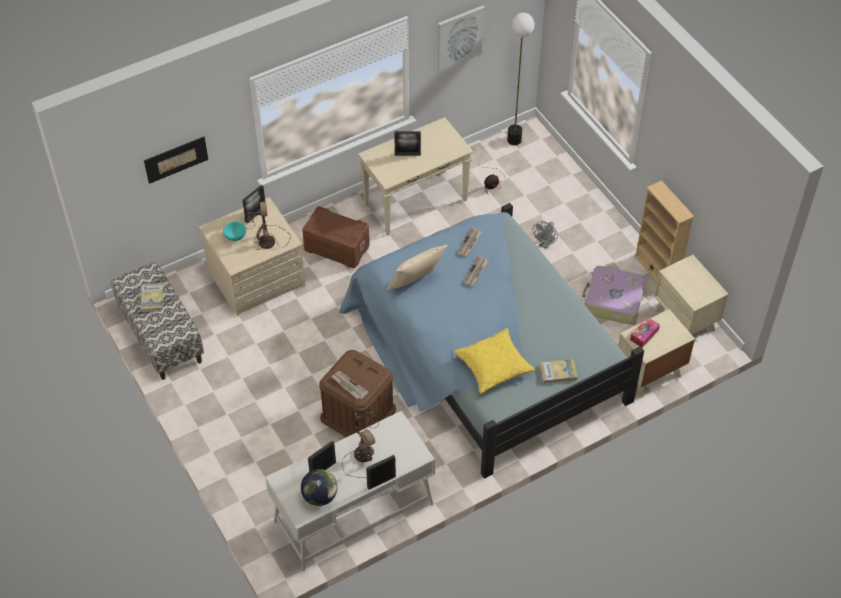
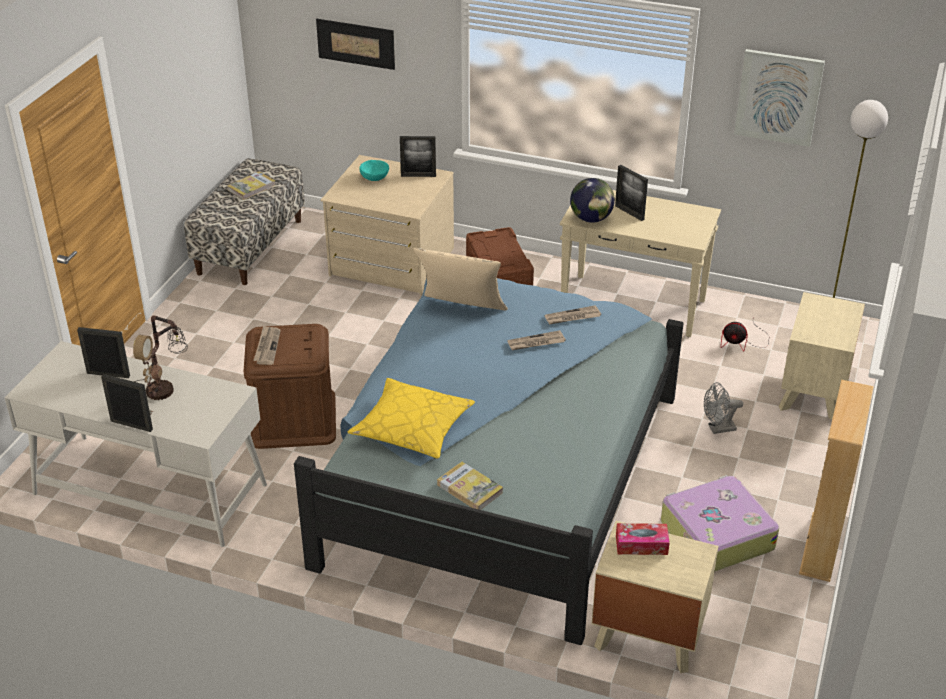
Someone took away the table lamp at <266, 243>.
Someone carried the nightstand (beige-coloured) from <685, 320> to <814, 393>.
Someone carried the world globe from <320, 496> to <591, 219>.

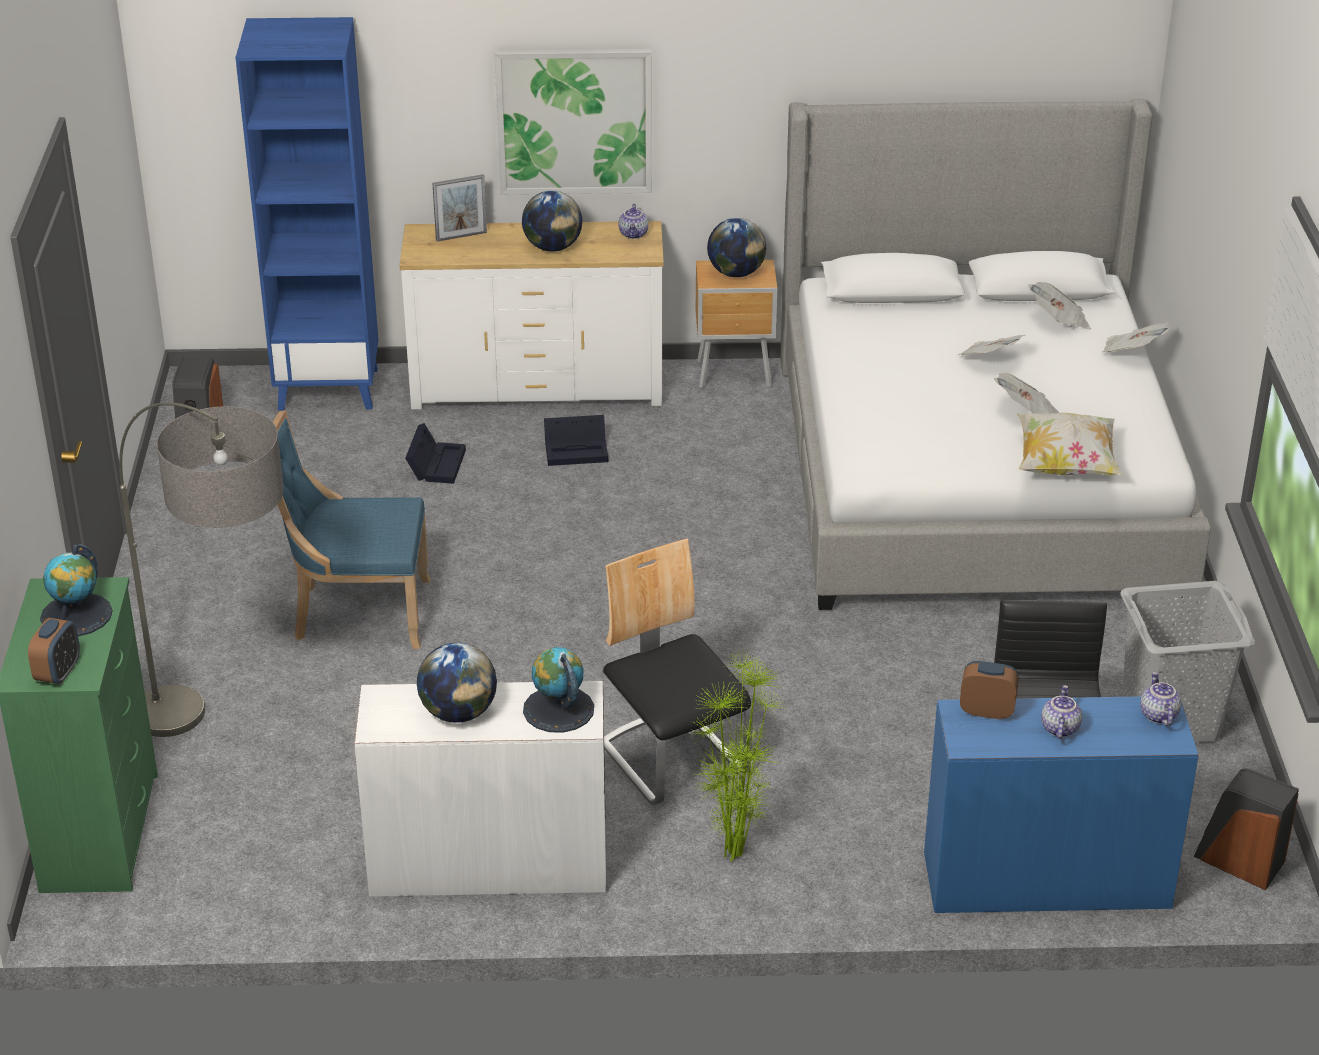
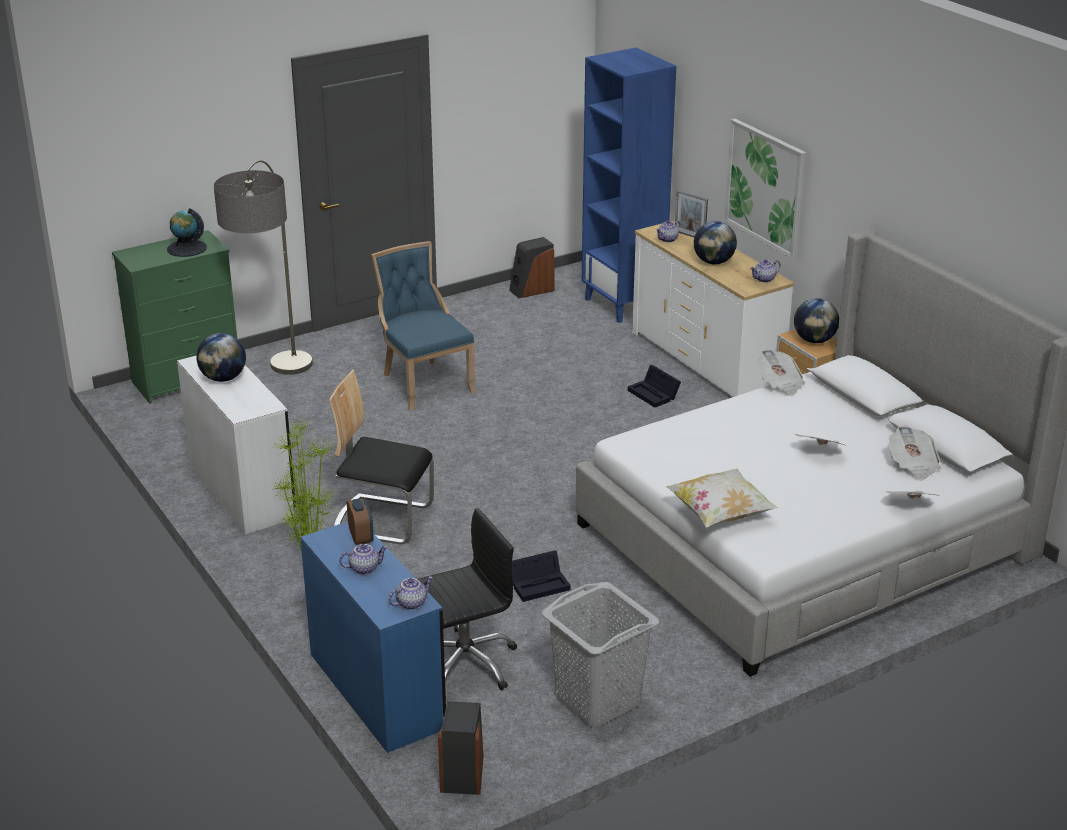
Someone carried the newspaper from <1027, 412> to <779, 384>.
Someone carried the storage bin (blackish) from <436, 463> to <540, 584>.
Someone rotated the chair at <673, 758> by 105 degrees counterclockwise.
Someone took away the alarm clock at <58, 673>.
Someone took away the world globe at <558, 709>.
Someone put down the tea pot at <668, 240>.

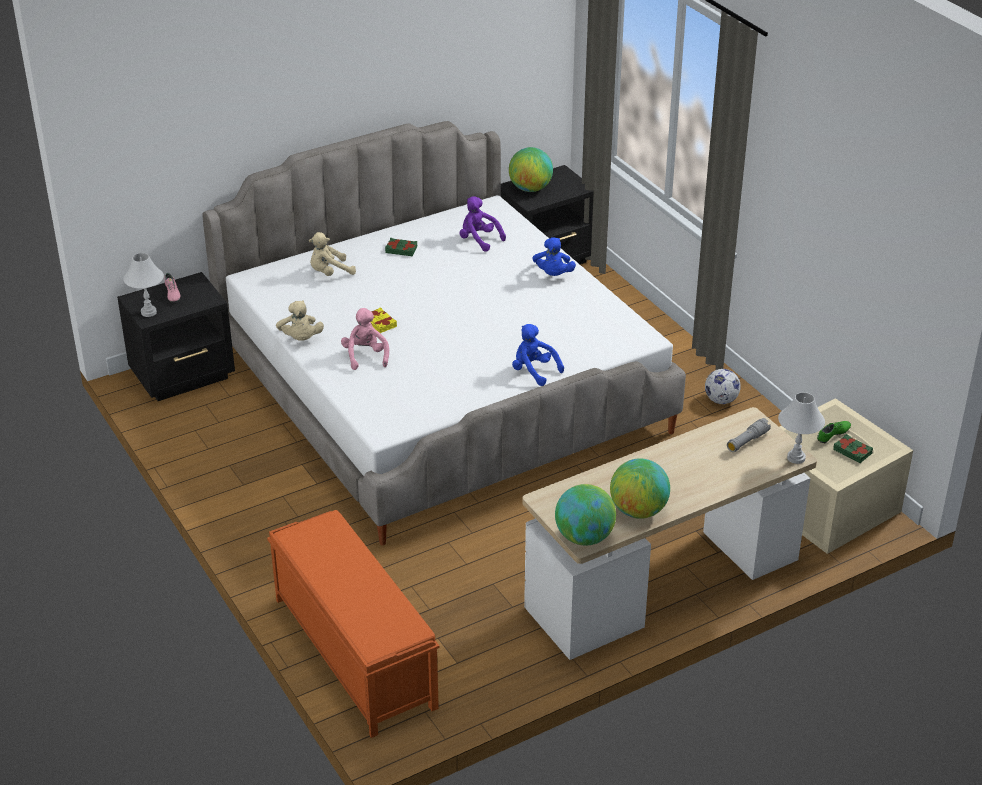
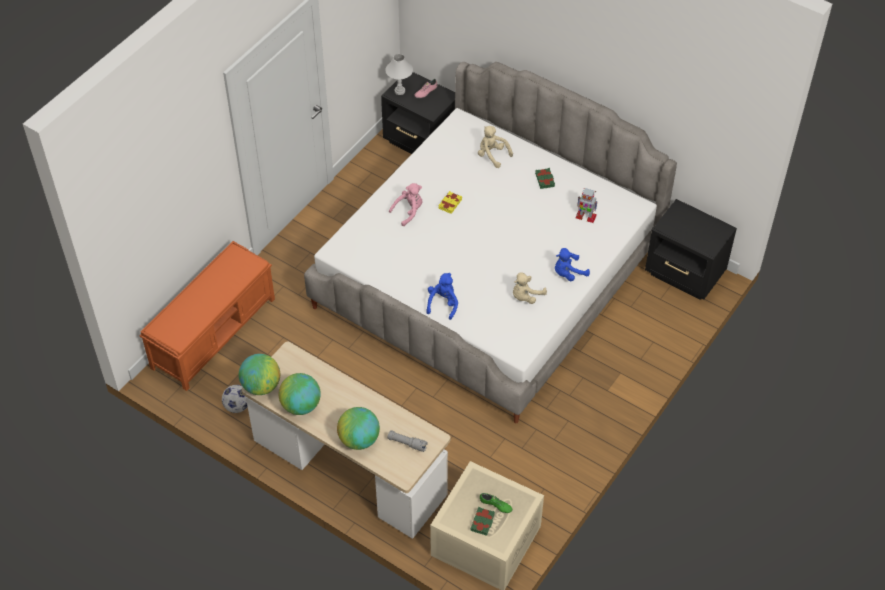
Someone carried the world globe from <530, 189> to <359, 439>.
Someone swapped the plush toy (purple) at <479, 240> for the robot figure at <585, 216>.
Someone carried the plush toy (beige-coloured) from <300, 339> to <526, 296>.
Someone carried the football from <721, 400> to <237, 406>.
Someone took away the table lamp (white) at <796, 457>.

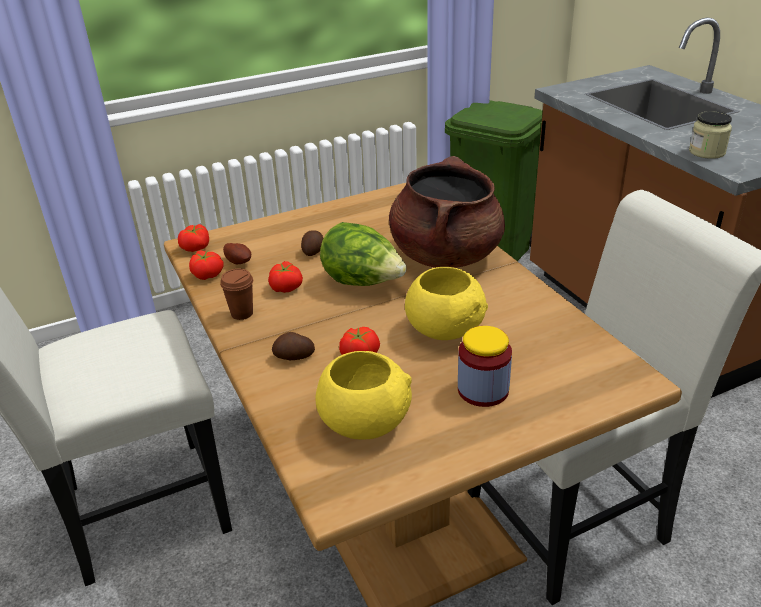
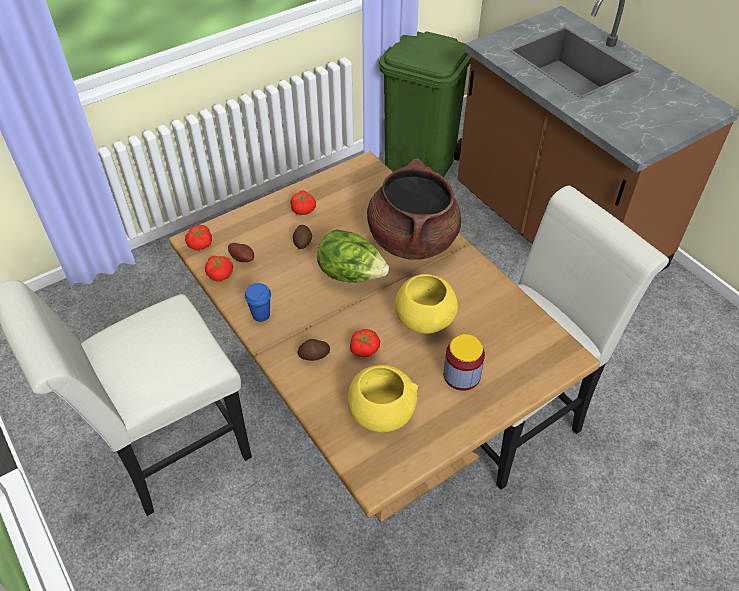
Someone took away the preserve jar at <707, 152>.
Someone carried the tomato from <287, 287> to <303, 209>.
Someone repainted the drinking cup (brown) at <242, 313>, which became the drinking cup (blue-coloured) at <261, 315>.

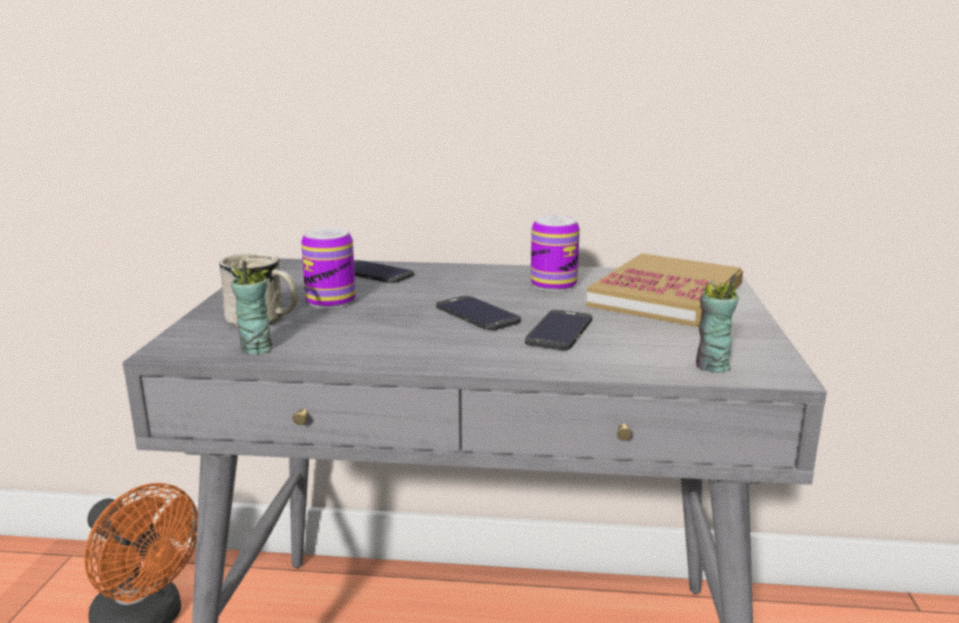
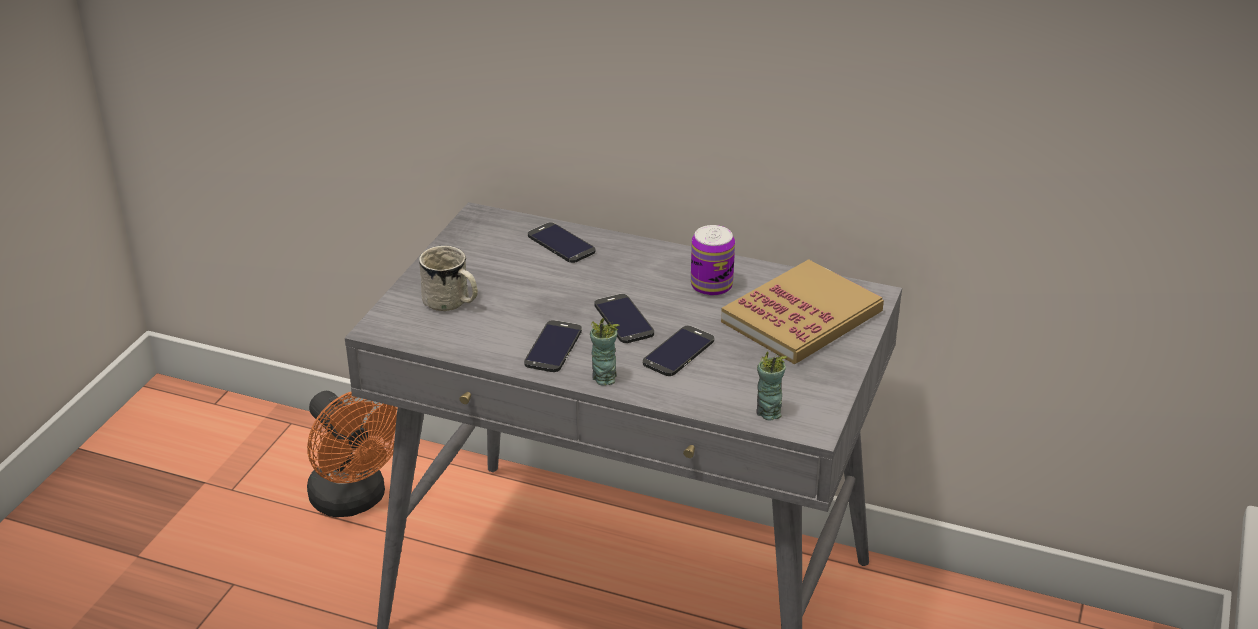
Someone took away the sealed can at <331, 301>.
Someone carried the drinking cup from <255, 349> to <604, 378>.
Someone put down the handset at <553, 347>.

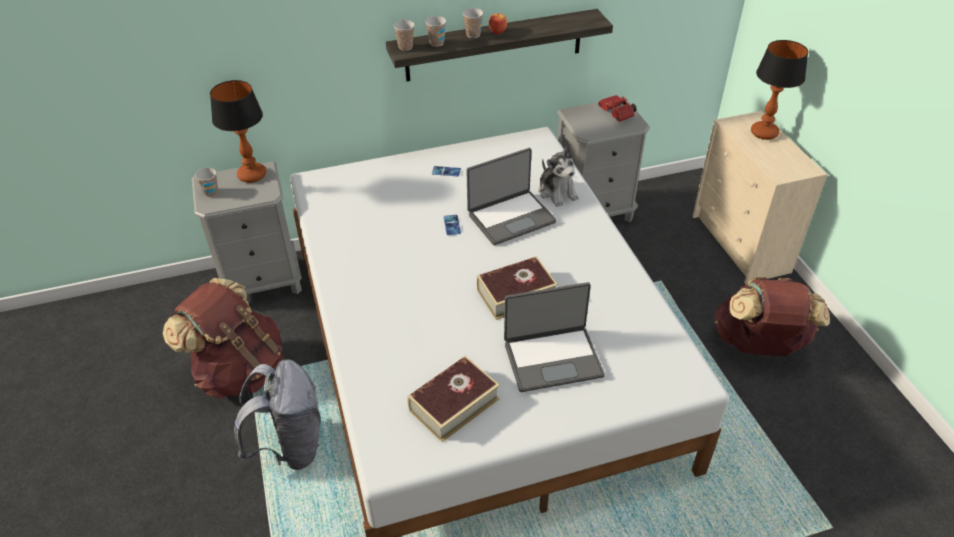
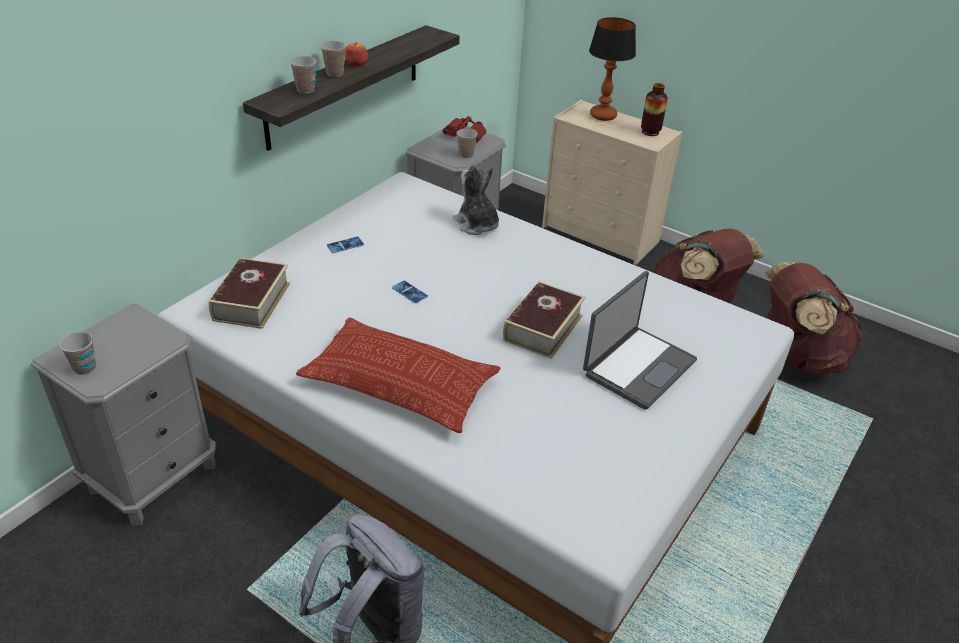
Someone carried the drinking cup from <405, 47> to <466, 155>.
Someone took away the table lamp at <251, 175>.
Someone rotated the plush toy at <557, 192> by 150 degrees counterclockwise.
Someone took away the notebook computer at <510, 217>.
Someone carried the rucksack (brown) from <239, 371> to <797, 356>.
Someone carried the bound book from <454, 404> to <252, 301>.
Someone put down the flower vase at <650, 132>.
Someone put down the cushion at <400, 383>.

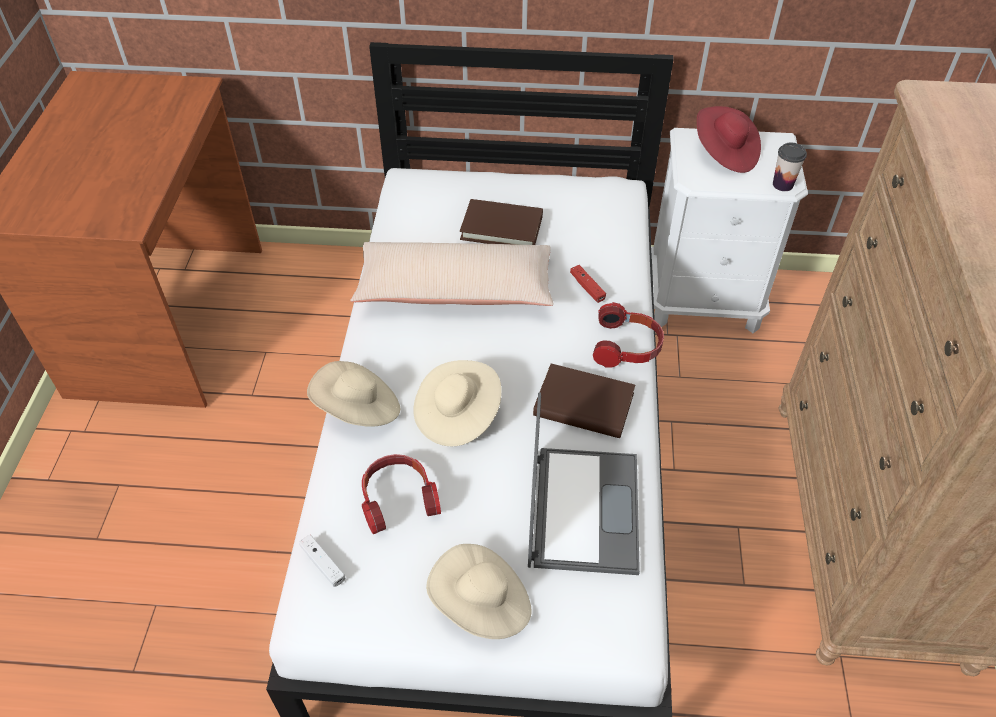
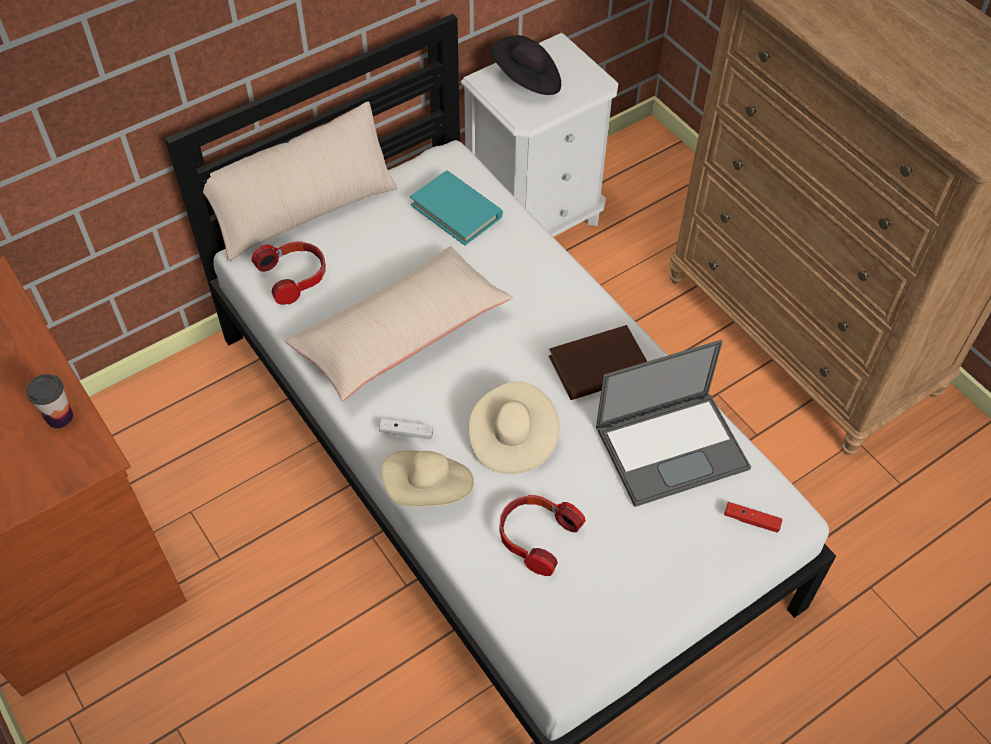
Someone repainted the wearable hat (reddish) at <724, 154>, which became the wearable hat (blackish) at <527, 81>.
Someone carried the drinking cup from <782, 184> to <59, 417>.
Someone took away the bound book (brown) at <501, 228>.
Someone carried the joypad (reddish) from <587, 287> to <751, 520>.
Someone carried the pair of headphones from <627, 346> to <294, 276>.
Someone rotated the notebook computer at <583, 508> by 105 degrees clockwise.
Someone carried the joypad (white) from <323, 564> to <406, 432>.
Someone took away the wearable hat (beige-coloured) at <482, 605>.
Someone put down the cushion (beige-coloured) at <304, 210>.
Someone put down the bound book (turquoise-coloured) at <456, 211>.

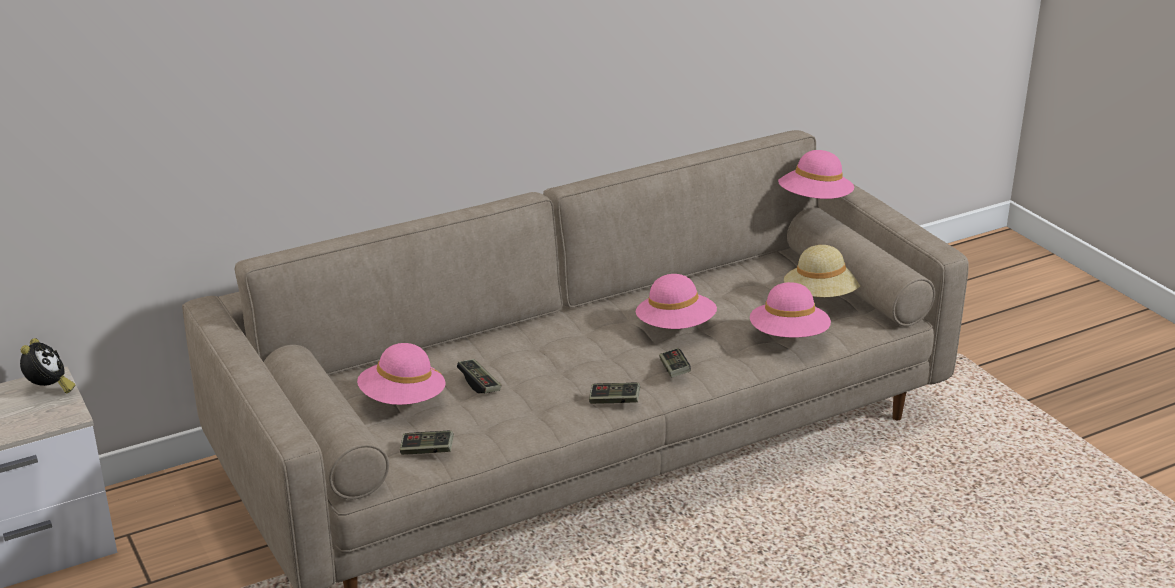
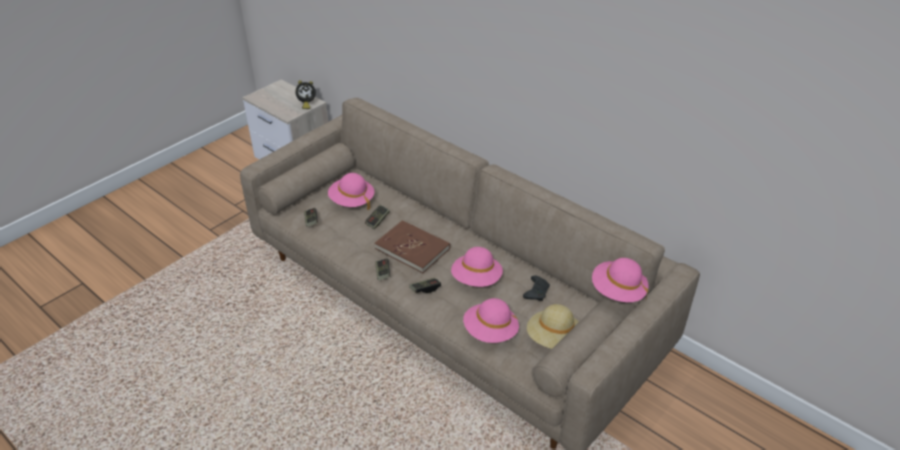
Someone put down the bound book (brown) at <412, 248>.
Someone put down the joypad (blackish) at <536, 292>.

